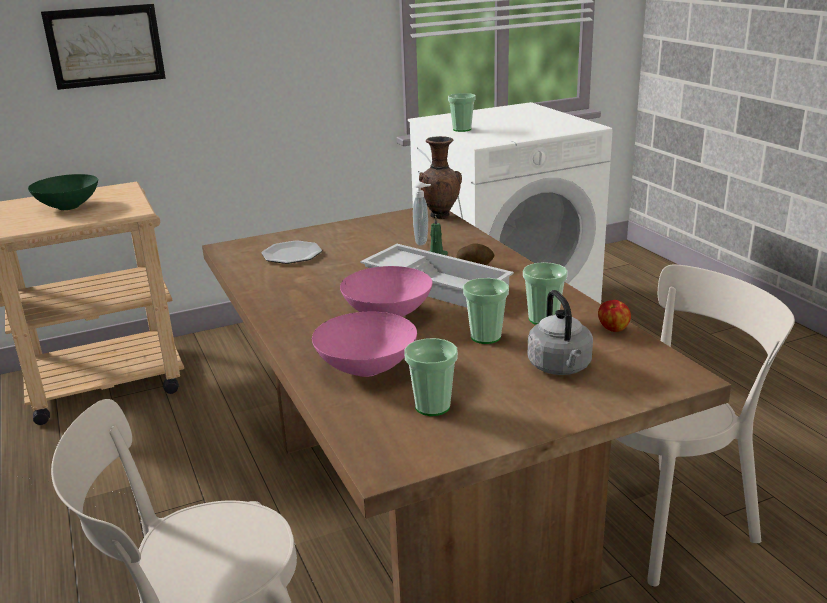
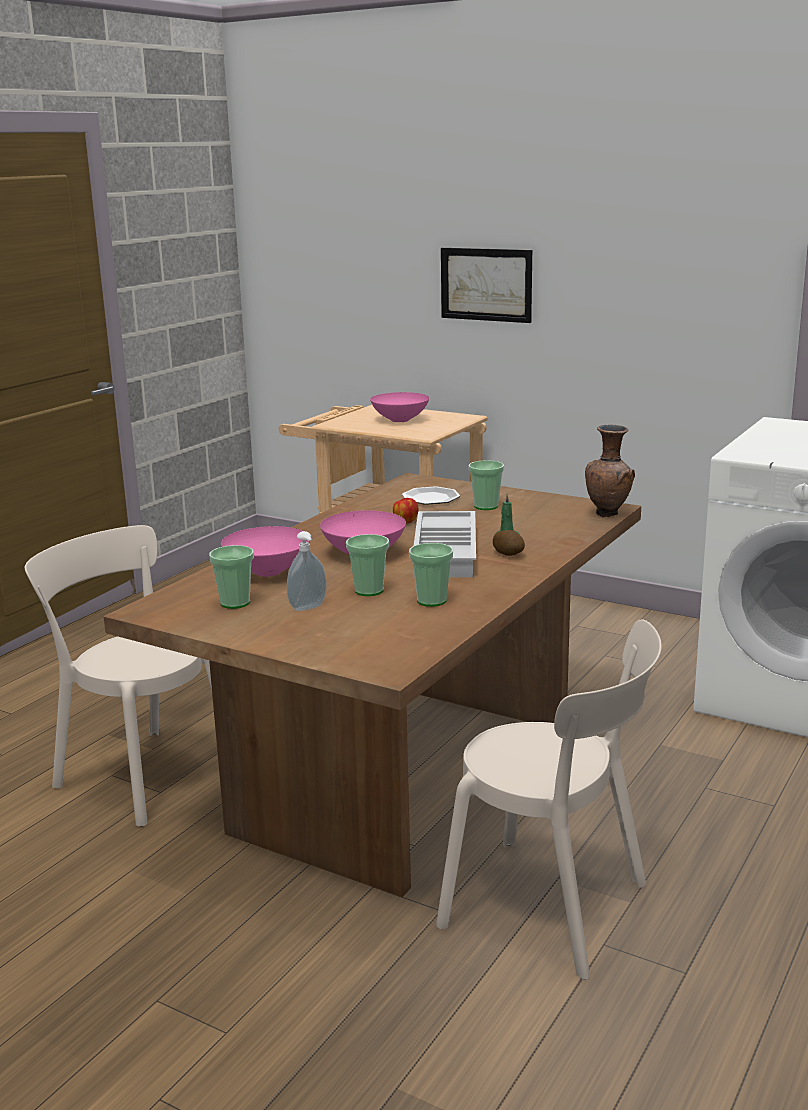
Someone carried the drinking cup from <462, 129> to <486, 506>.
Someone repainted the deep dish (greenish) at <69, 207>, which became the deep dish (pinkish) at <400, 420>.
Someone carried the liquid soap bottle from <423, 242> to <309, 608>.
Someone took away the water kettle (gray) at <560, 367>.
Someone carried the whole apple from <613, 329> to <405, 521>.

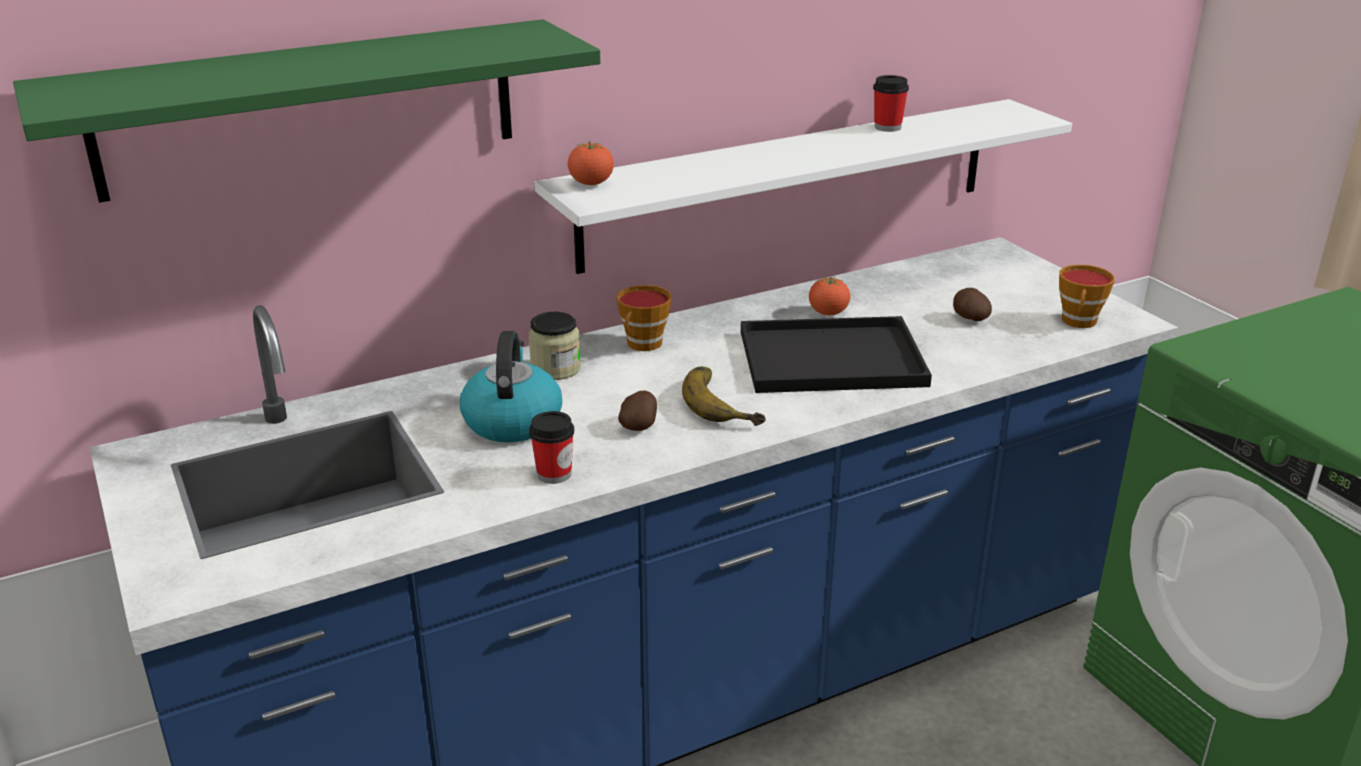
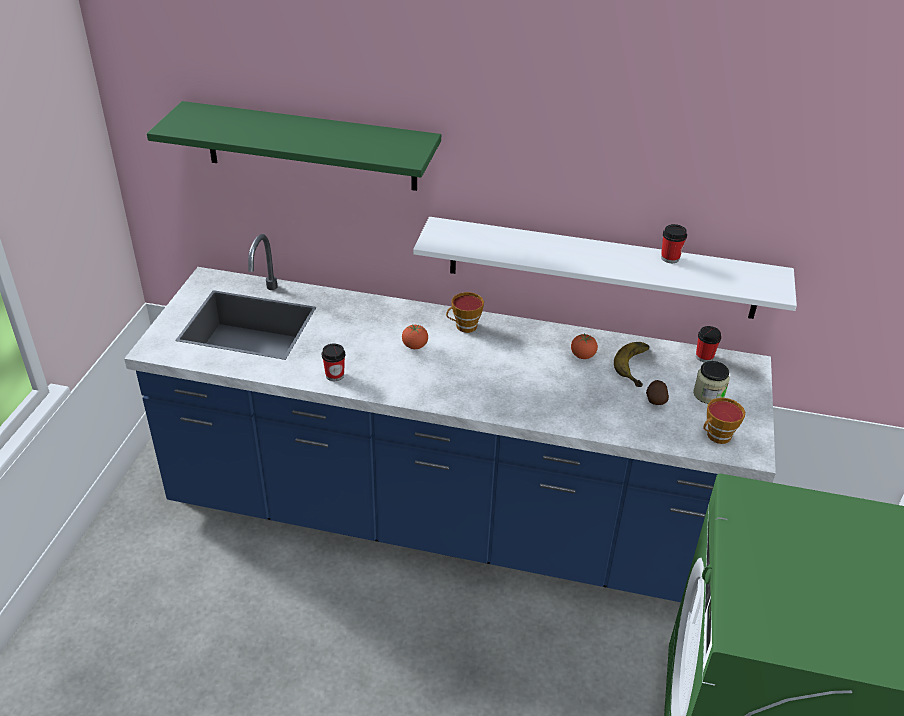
Someone carried the tomato from <591, 184> to <415, 346>.
Someone carried the preserve jar from <555, 369> to <708, 394>.
Someone took away the tray (blackish) at <828, 359>.
Someone took away the water kettle at <512, 420>.
Someone carried the banana fruit from <725, 402> to <639, 367>.
Someone took away the whole potato at <639, 426>.
Someone put down the drinking cup at <704, 357>.

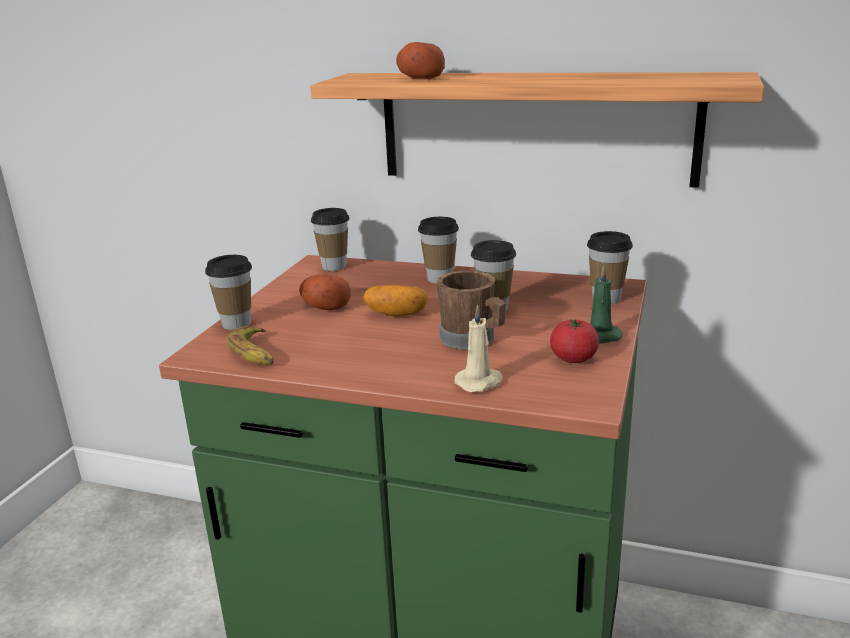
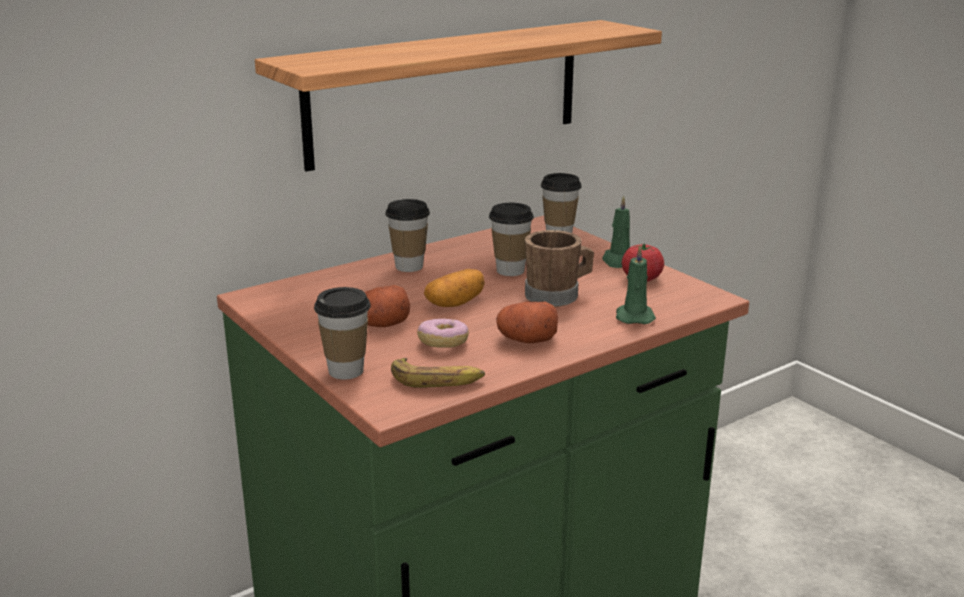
Someone carried the whole potato from <418, 78> to <526, 340>.
Someone took away the drinking cup at <334, 266>.
Someone repainted the candle (beige-coloured) at <480, 382>, which became the candle (greenish) at <634, 316>.
Someone put down the donut at <443, 343>.

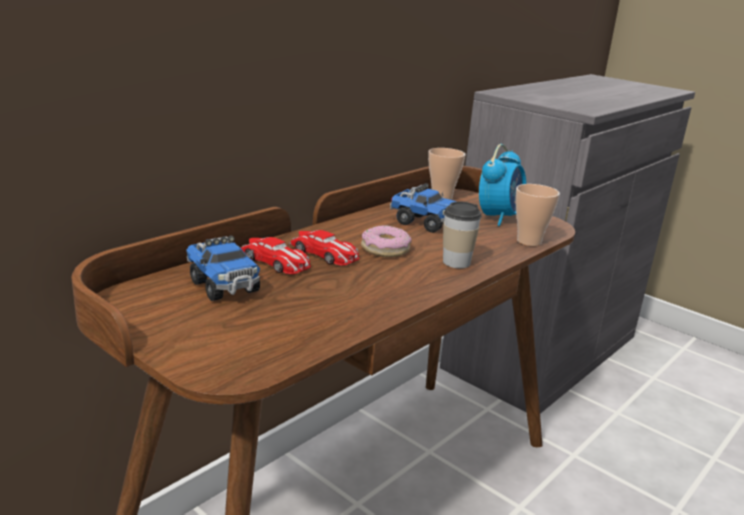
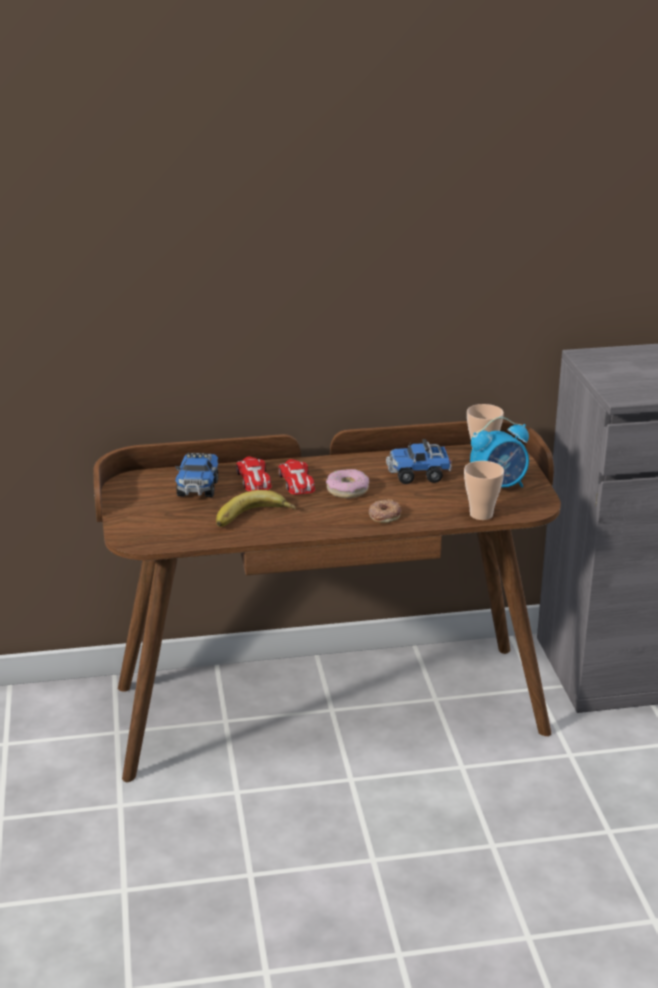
Someone rotated the toy truck at <423, 223> by 105 degrees clockwise.
Someone swapped the drinking cup at <456, 262> for the donut at <384, 515>.
Someone put down the banana fruit at <254, 518>.

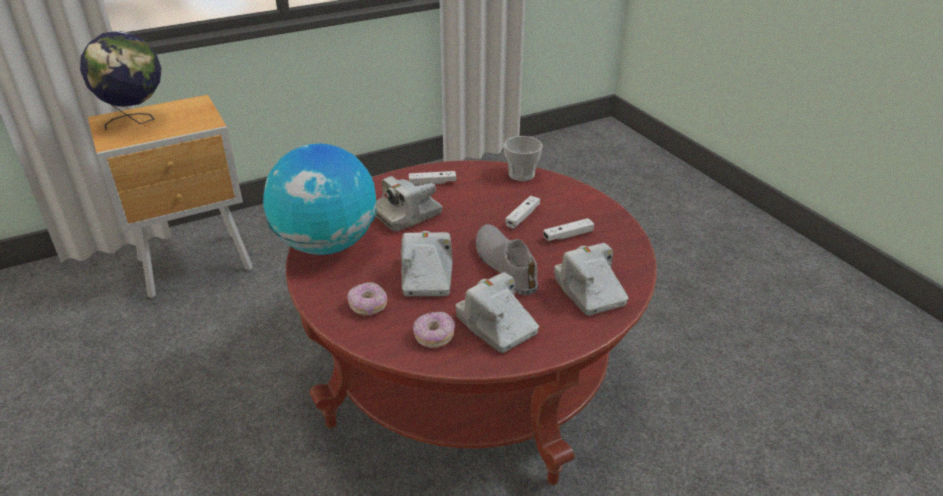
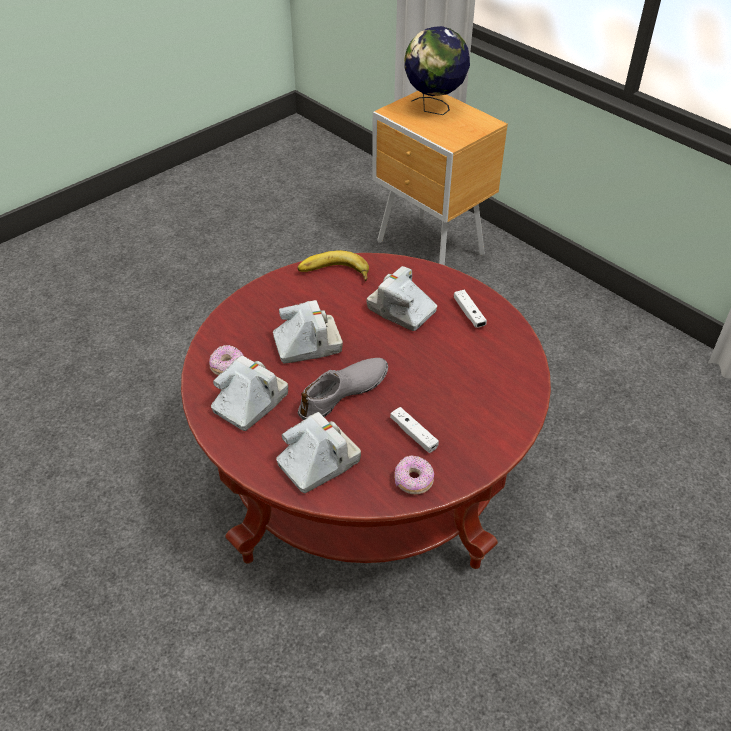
Someone took away the drinking cup at <521, 174>.
Someone swapped the world globe at <327, 245> for the banana fruit at <334, 274>.
Someone took away the joypad (white) at <522, 216>.
Someone carried the donut from <368, 306> to <413, 481>.

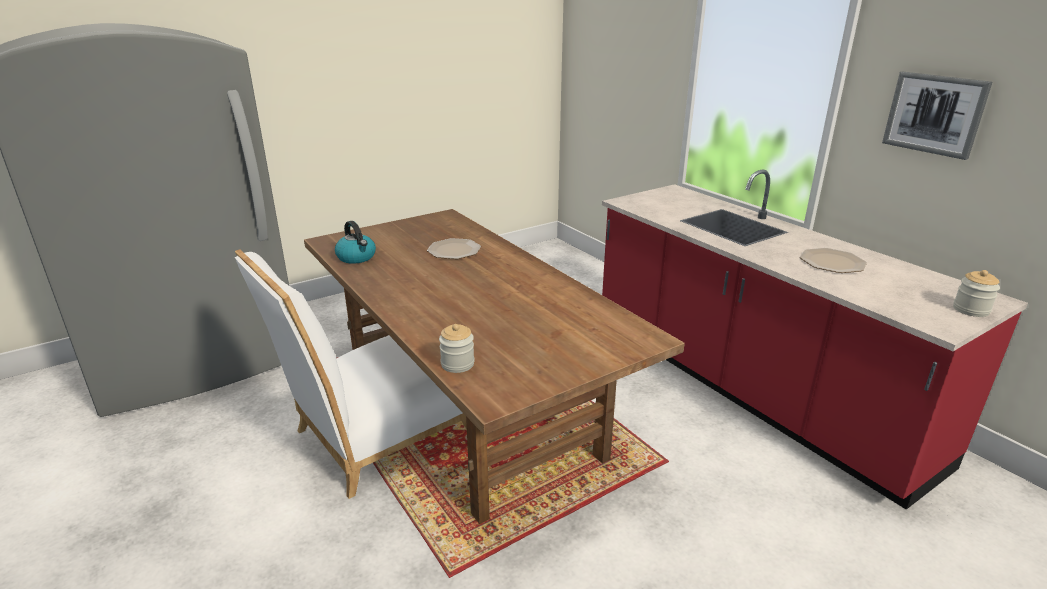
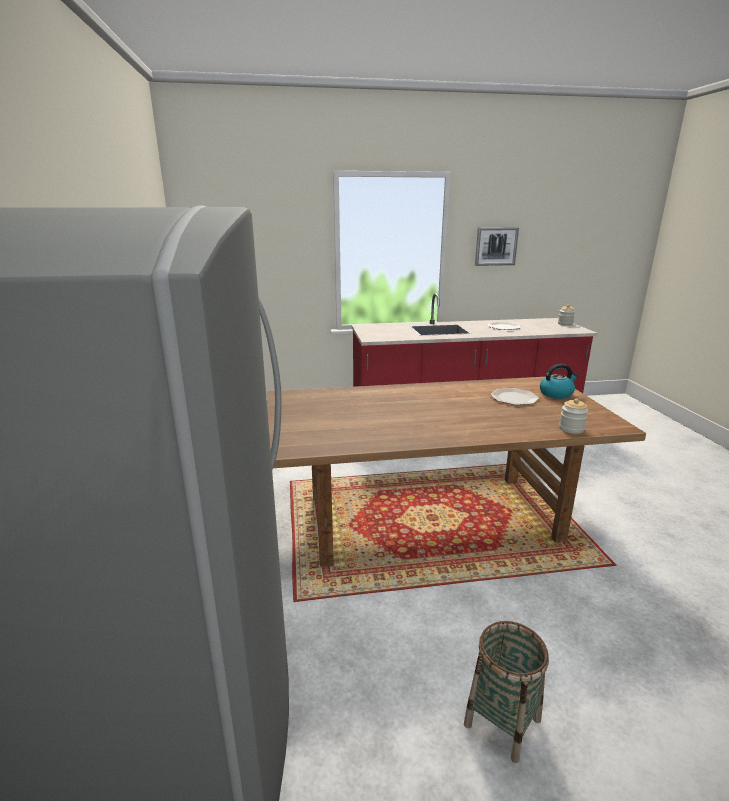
Someone carried the water kettle from <357, 257> to <556, 394>.
Someone carried the flat dish from <454, 250> to <514, 397>.
Someone took away the chair (white) at <375, 438>.
Someone put down the storage basket at <502, 722>.

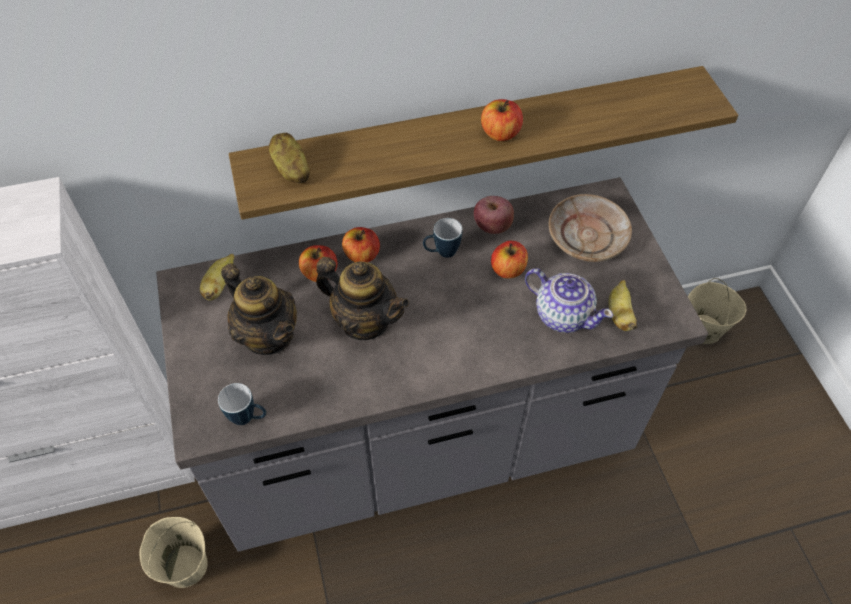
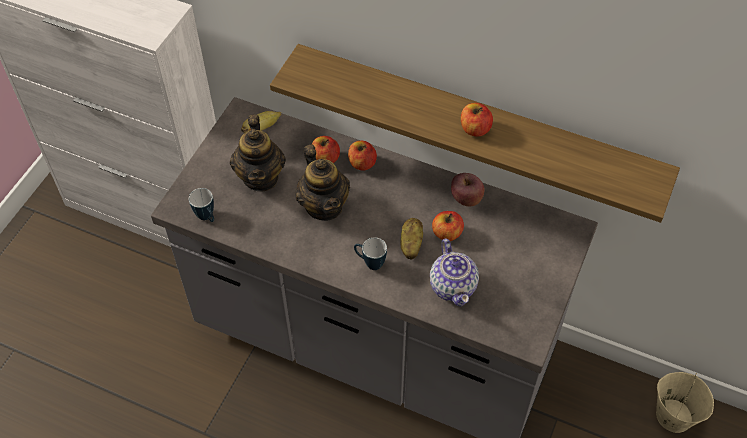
Someone carried the whole potato from <291, 169> to <410, 244>.
Someone took away the flat dish (beige-coloured) at <587, 236>.
Someone carried the tea mug from <441, 253> to <370, 263>.
Someone took away the banana fruit at <619, 314>.
Someone took away the bucket (beige-coloured) at <185, 565>.

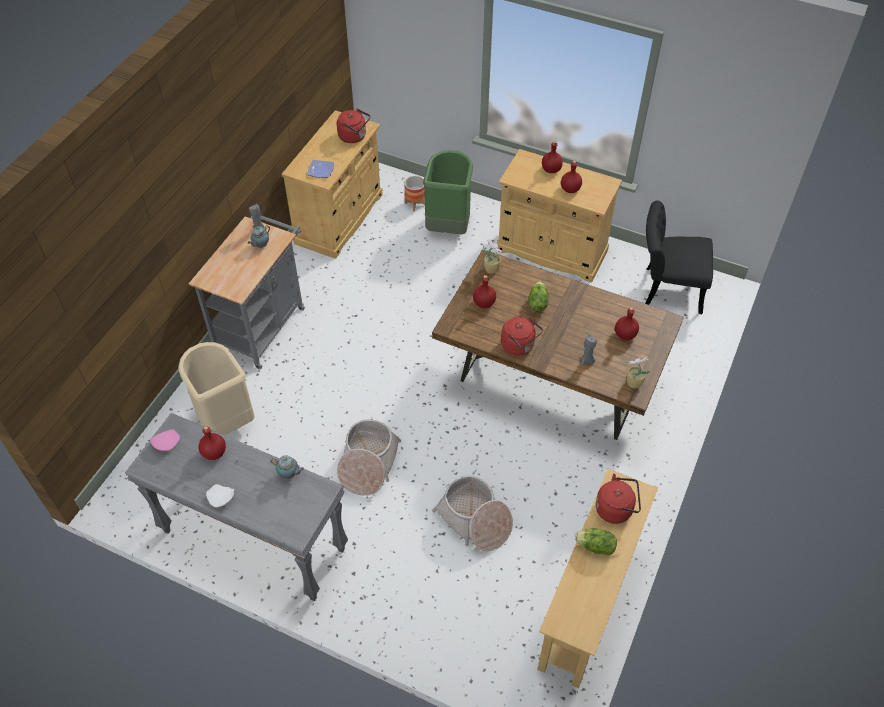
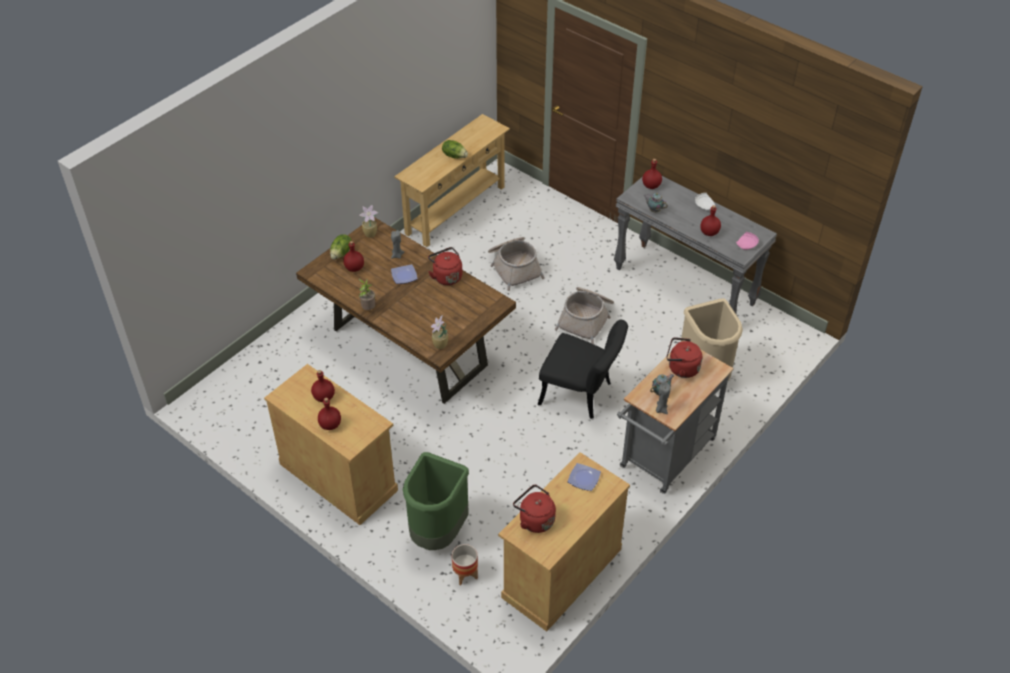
Someone carried the chair (blackish) from <666, 288> to <581, 395>.
Someone carried the beverage bottle (reddish) from <484, 303> to <651, 186>.
Someone carried the head of lettuce from <537, 303> to <341, 253>.
Someone carried the water kettle (reddish) from <616, 509> to <681, 368>.
Someone put down the flat dish at <404, 276>.
Someone put down the plant in a pot at <368, 308>.

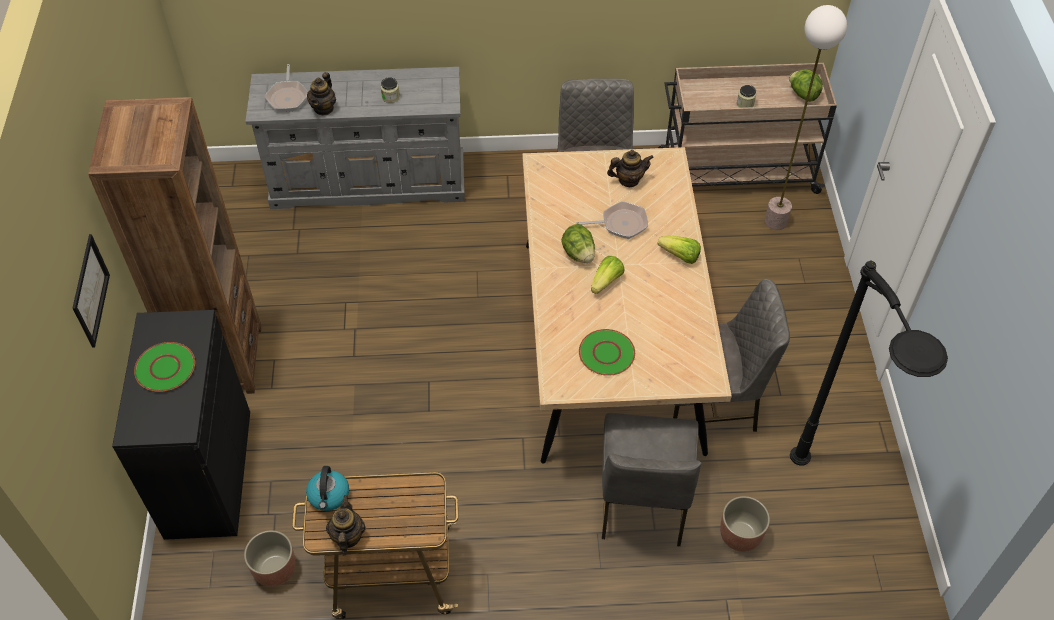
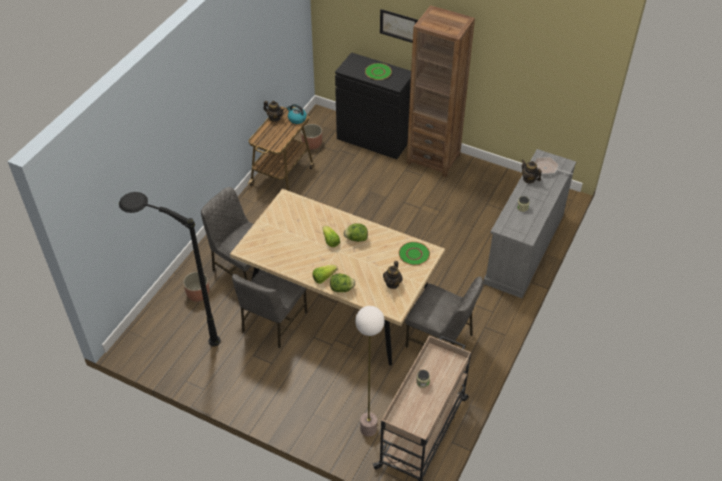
Someone carried the head of lettuce from <803, 94> to <342, 289>.
Someone took away the pan at <620, 224>.
Someone carried the flat dish (greenish) from <607, 353> to <414, 254>.

